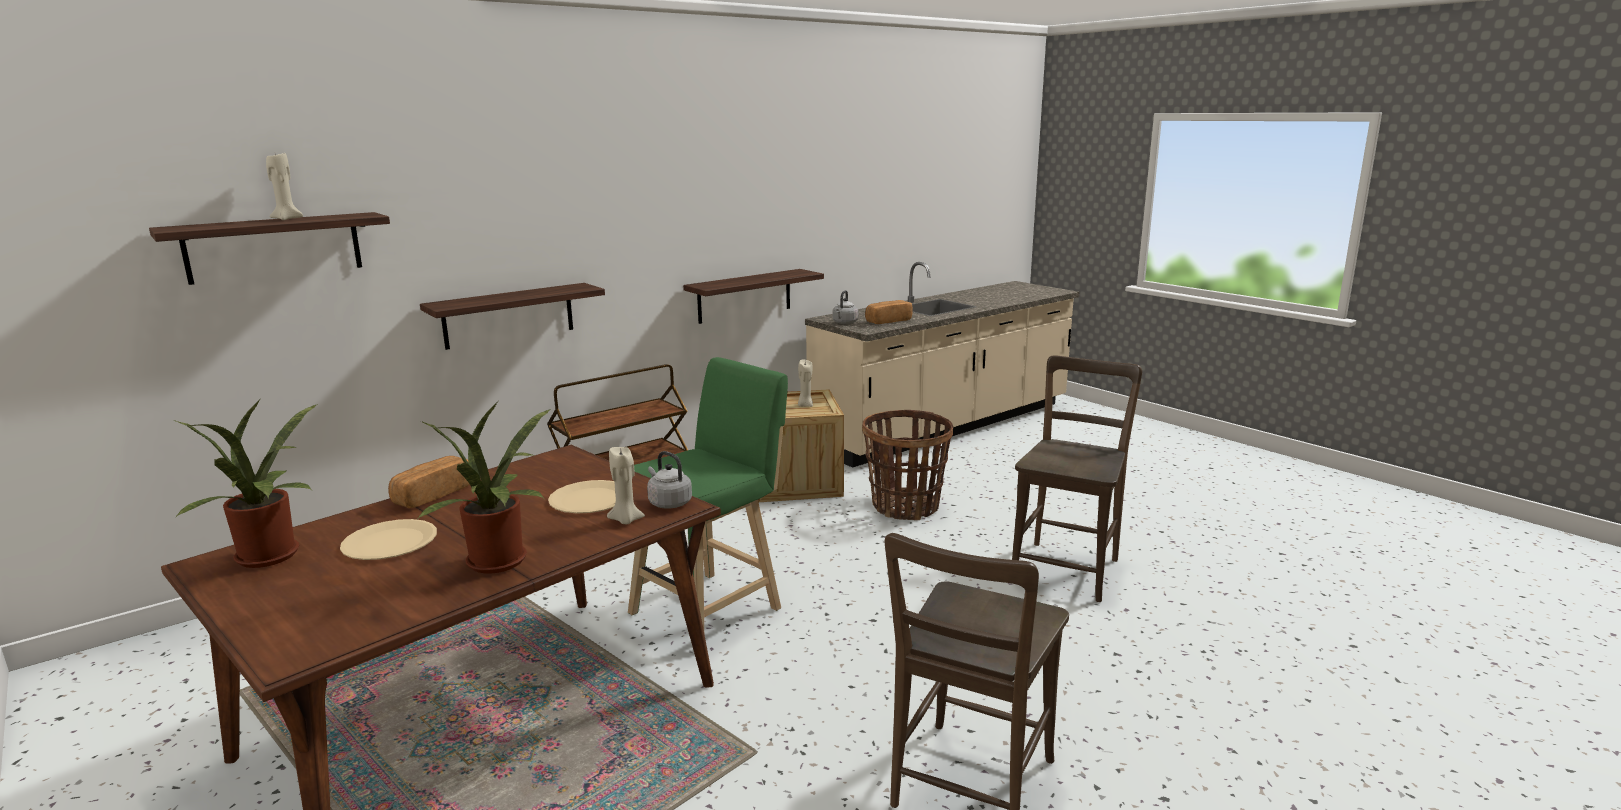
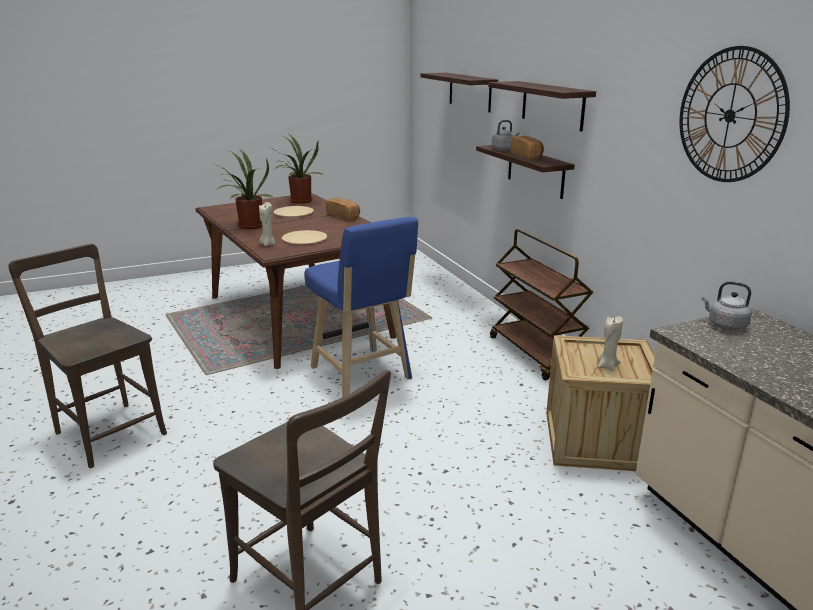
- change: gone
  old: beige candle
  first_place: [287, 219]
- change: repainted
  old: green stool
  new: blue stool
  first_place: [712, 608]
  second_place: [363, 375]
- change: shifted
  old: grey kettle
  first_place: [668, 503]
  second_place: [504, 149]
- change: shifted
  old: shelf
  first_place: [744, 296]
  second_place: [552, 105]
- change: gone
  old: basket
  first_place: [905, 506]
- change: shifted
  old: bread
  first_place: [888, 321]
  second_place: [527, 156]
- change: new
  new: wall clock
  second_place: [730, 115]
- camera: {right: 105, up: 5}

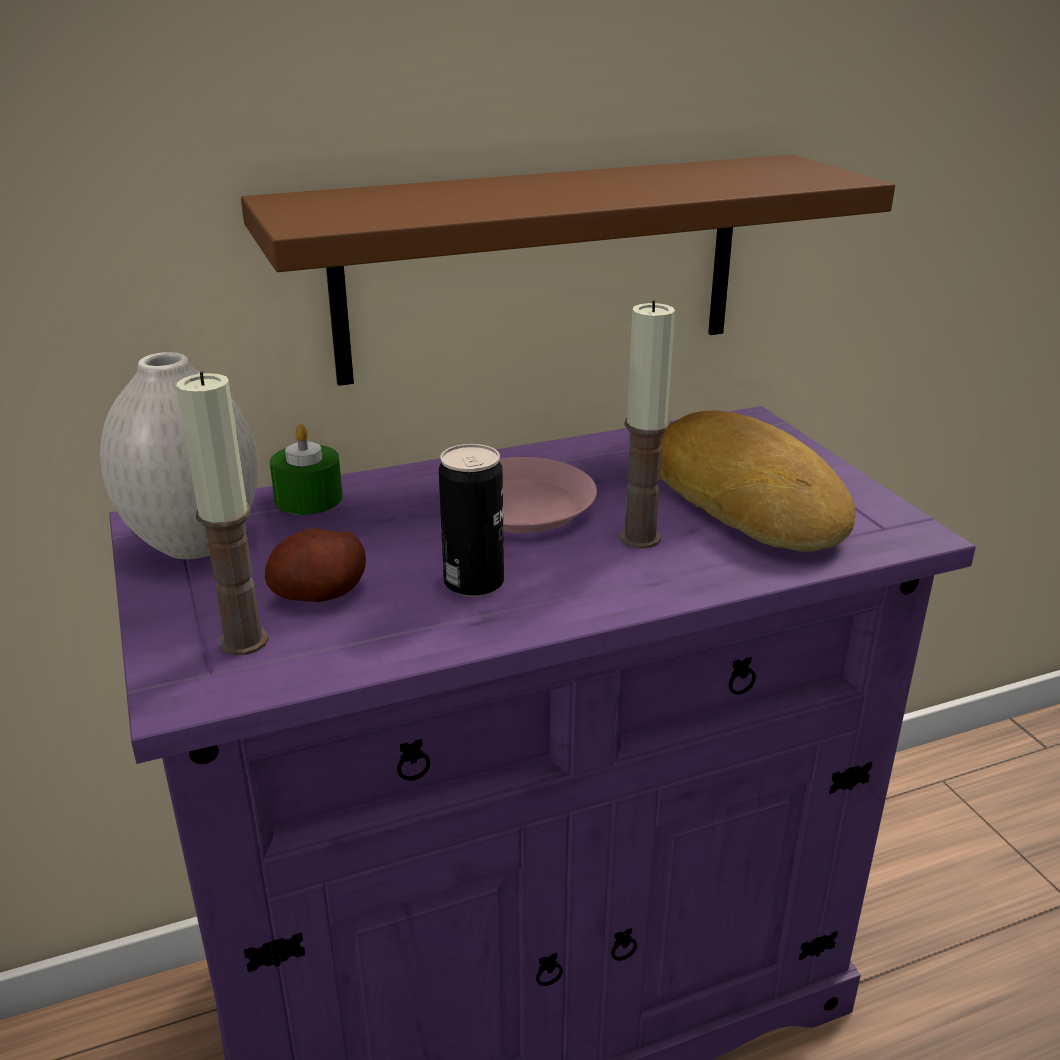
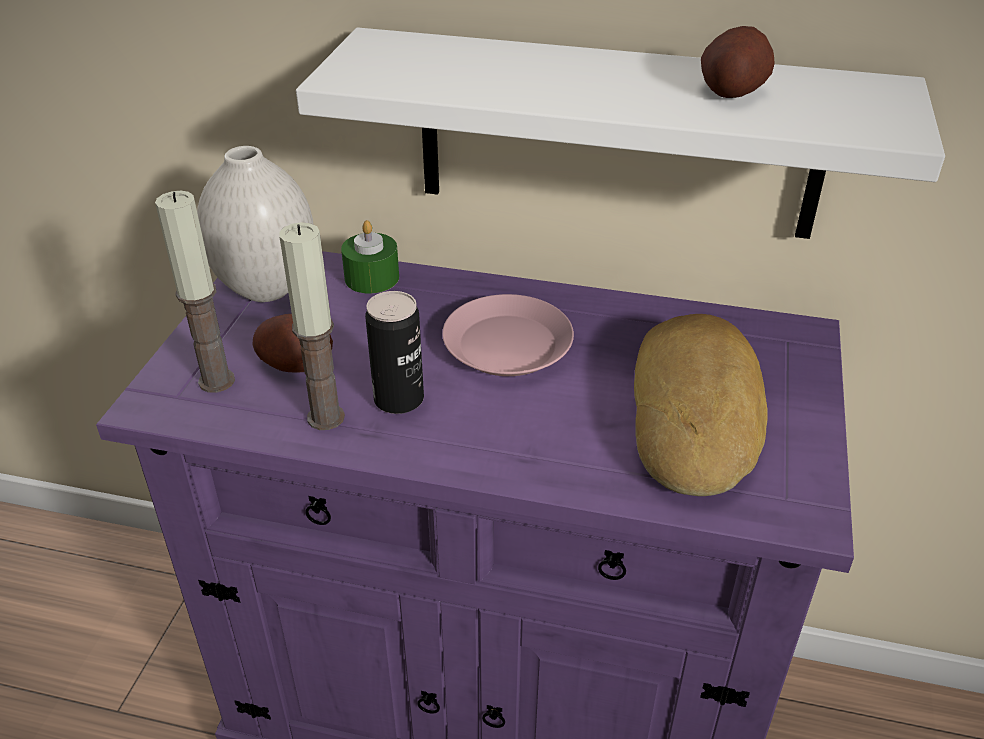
- change: repainted
  old: brown shelf
  new: white shelf
  first_place: [541, 268]
  second_place: [617, 136]
- change: shifted
  old: candle
  first_place: [640, 538]
  second_place: [325, 417]
- change: new
  new: potato
  second_place: [732, 90]
- camera: {right: 35, up: 10}

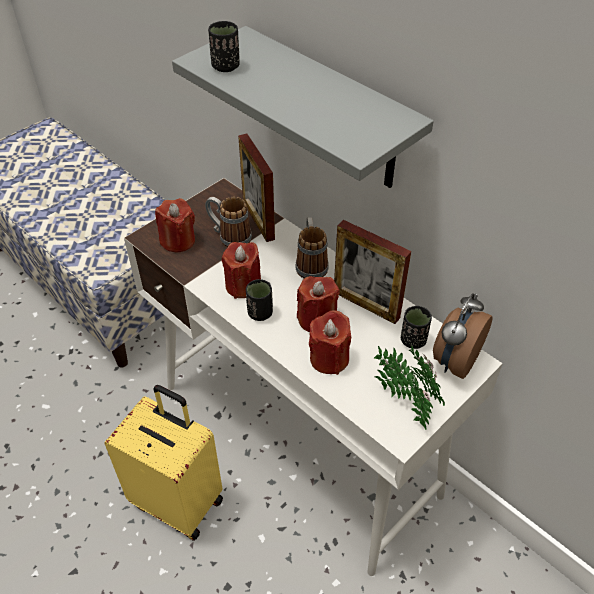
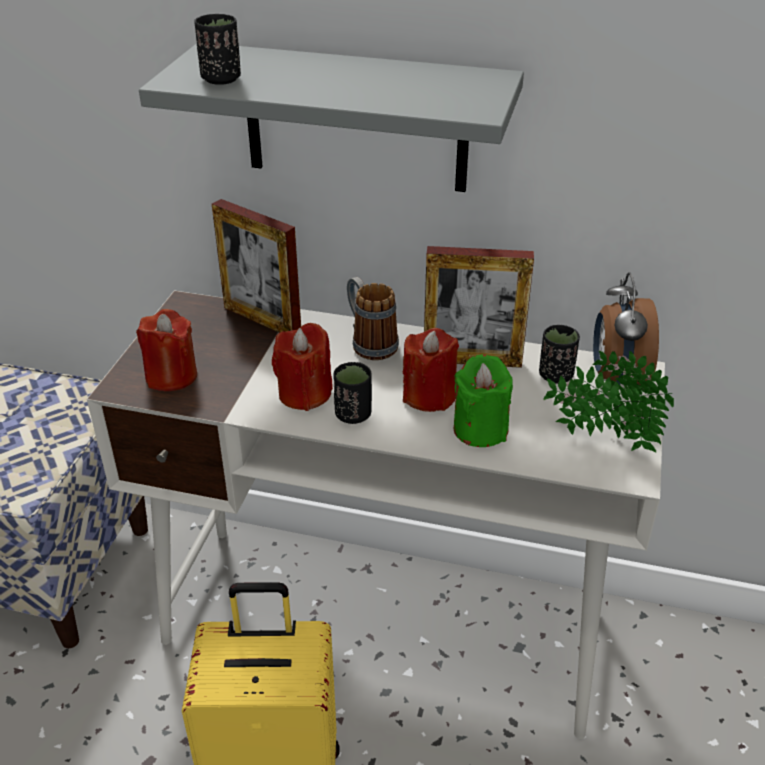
- change: gone
  old: mug
  first_place: [229, 236]
- change: repainted
  old: red candle
  new: green candle
  first_place: [329, 358]
  second_place: [480, 429]
- camera: {right: -30, up: -10}

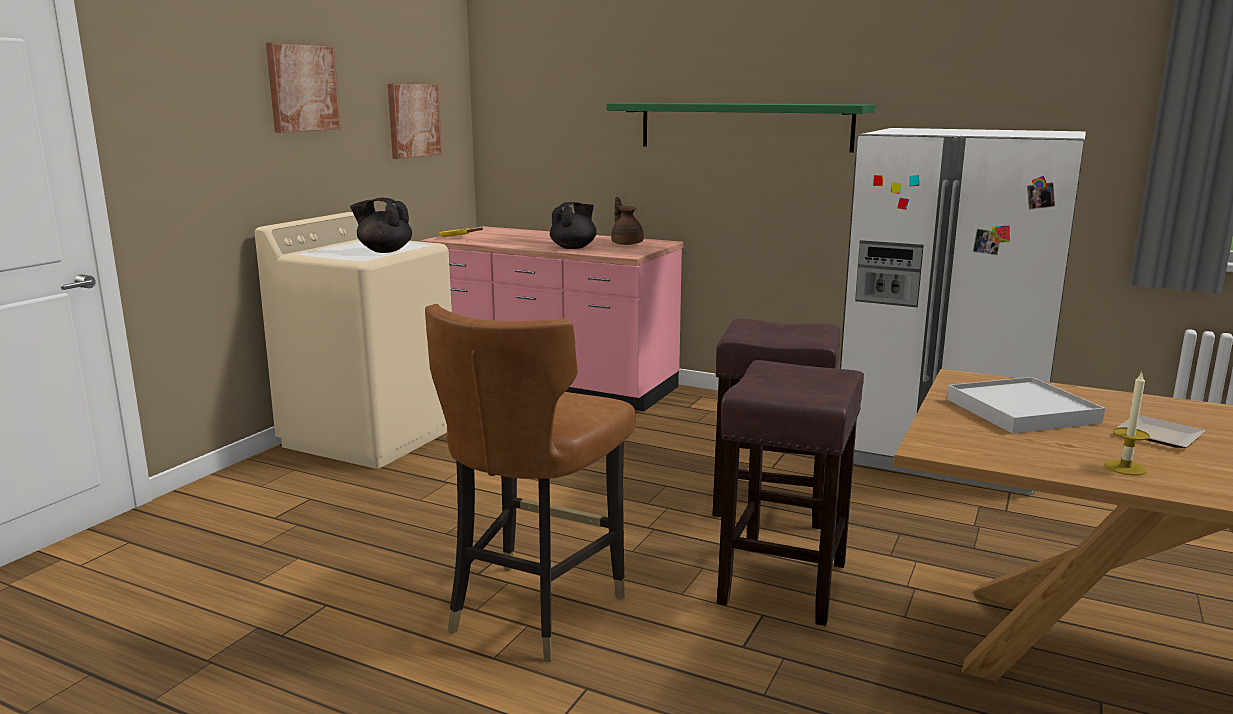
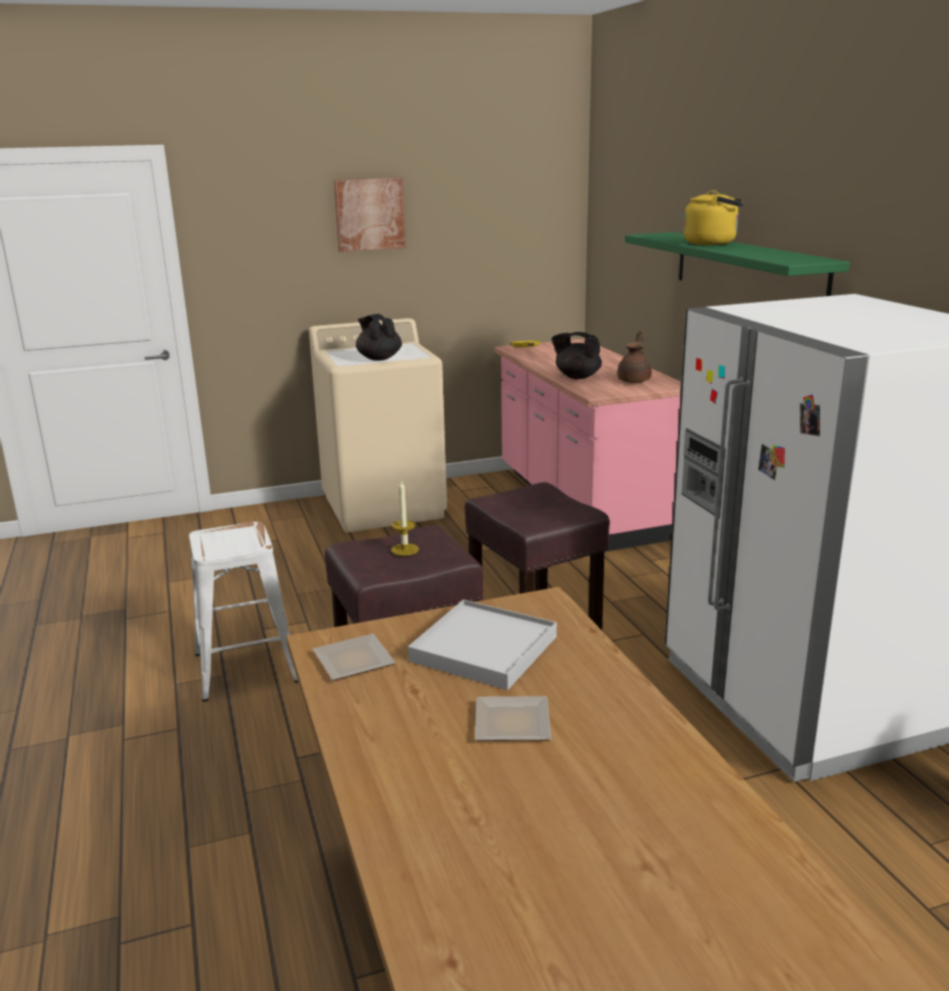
- change: gone
  old: picture
  first_place: [413, 120]
- change: swapped
  old: brown chair
  new: white stool
  first_place: [534, 610]
  second_place: [245, 667]
- change: rotated
  old: black teapot
  first_place: [574, 247]
  second_place: [577, 377]
  degrees: -150
- change: shifted
  old: candle
  first_place: [1125, 467]
  second_place: [405, 549]
- change: new
  new: plate
  second_place: [352, 662]
- change: new
  new: yellow kettle
  second_place: [713, 243]
- camera: {right: 45, up: 5}

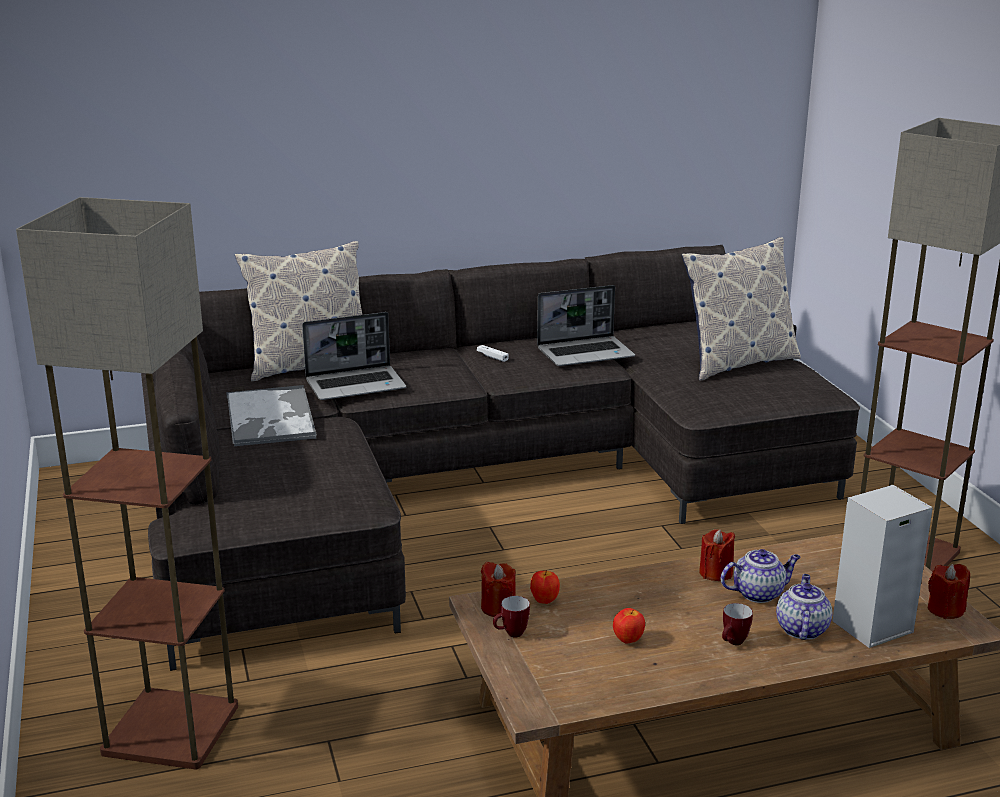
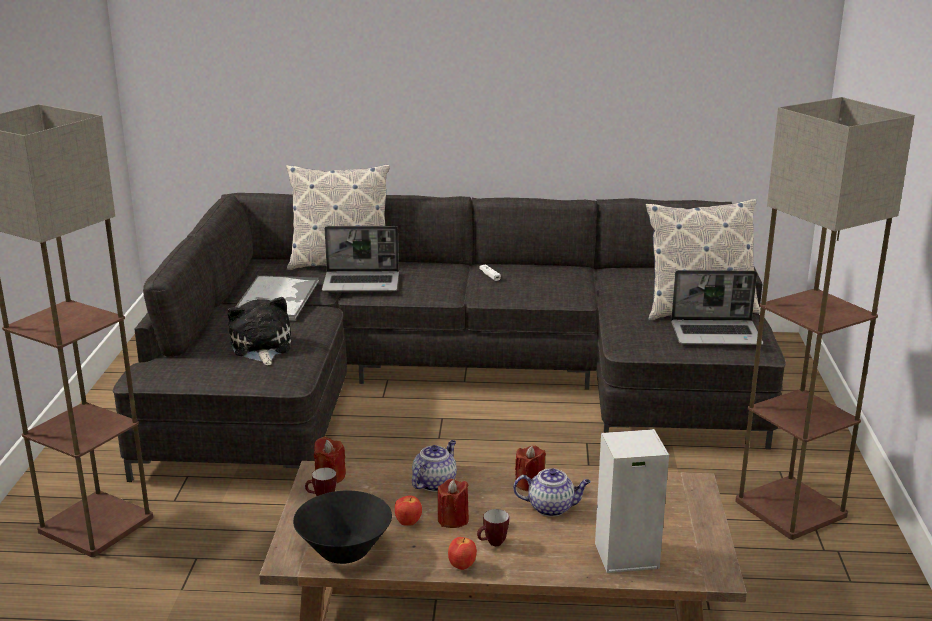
- change: shifted
  old: apple
  first_place: [544, 601]
  second_place: [461, 566]
- change: shifted
  old: laptop
  first_place: [586, 353]
  second_place: [717, 334]
- change: shifted
  old: teapot
  first_place: [801, 629]
  second_place: [434, 483]
- change: shifted
  old: red candle
  first_place: [945, 609]
  second_place: [453, 519]
- change: new
  new: plush toy
  second_place: [261, 347]
- change: new
  new: black bowl
  second_place: [344, 551]
- camera: {right: 20, up: 0}

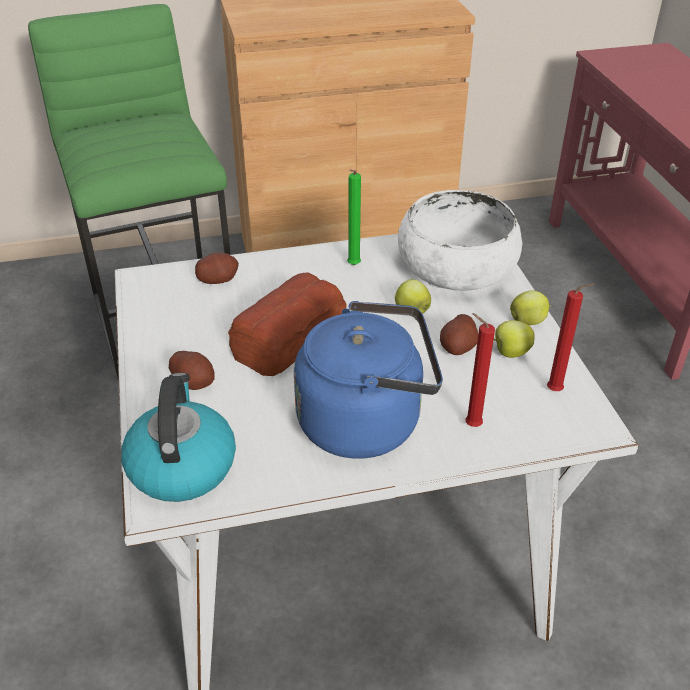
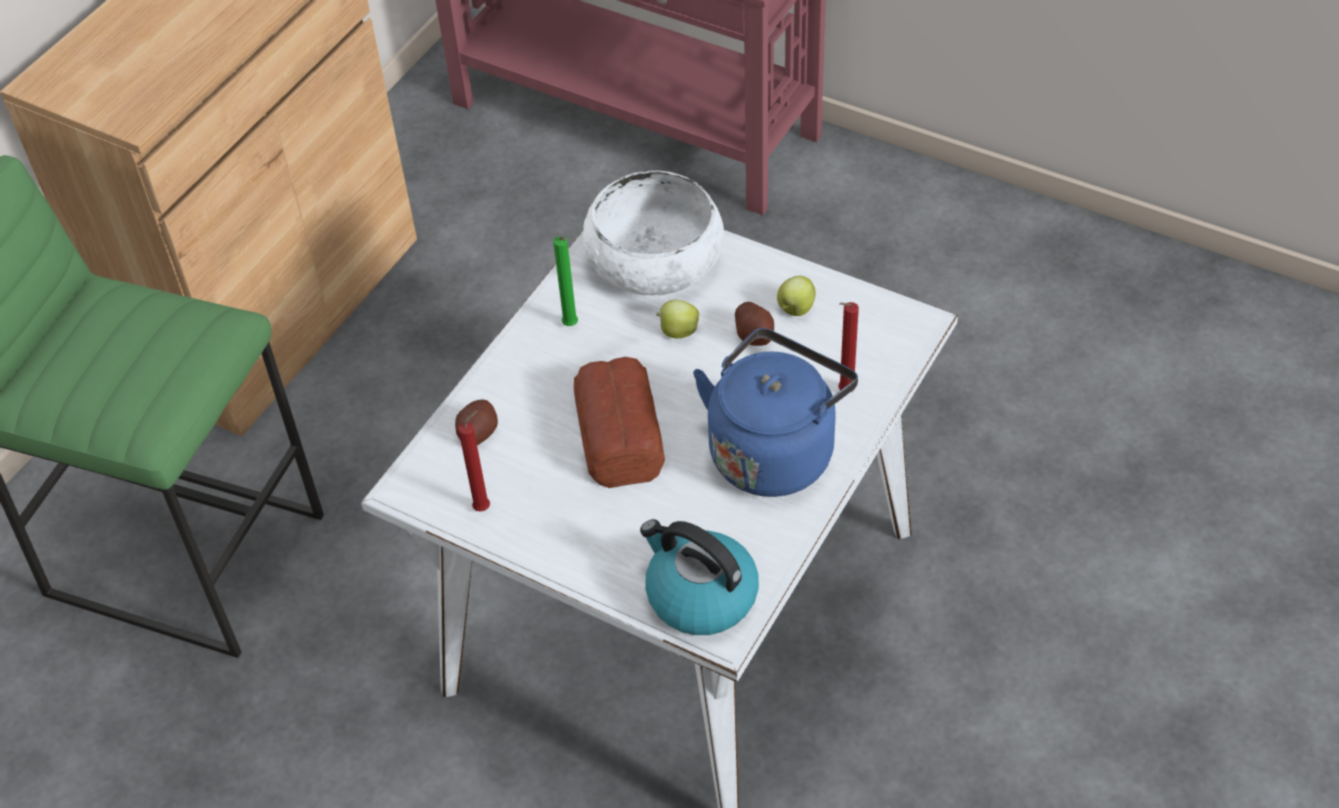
- change: gone
  old: potato
  first_place: [194, 381]
- change: gone
  old: apple
  first_place: [528, 321]
- change: shifted
  old: red candle
  first_place: [557, 391]
  second_place: [484, 507]
- camera: {right: -45, up: 10}

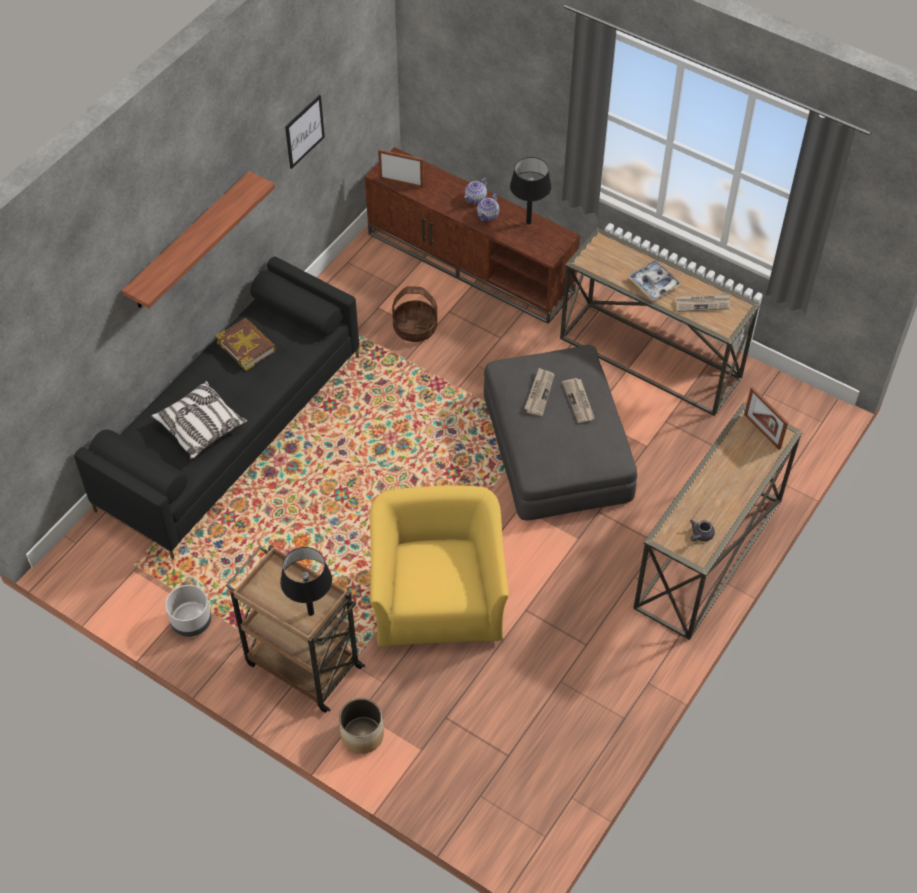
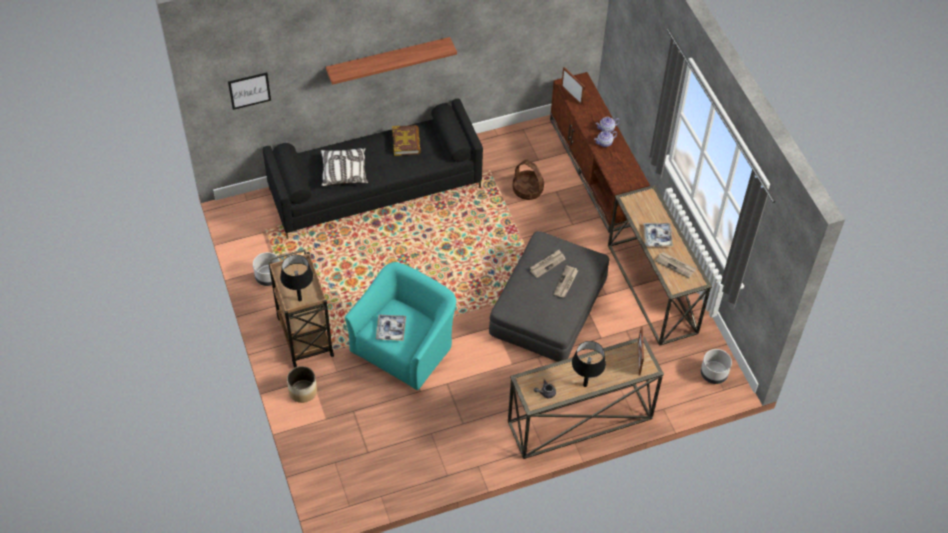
- change: shifted
  old: picture
  first_place: [304, 131]
  second_place: [249, 90]
- change: repainted
  old: yellow armchair
  new: turquoise armchair
  first_place: [438, 599]
  second_place: [404, 347]
- change: shifted
  old: black table lamp
  first_place: [528, 222]
  second_place: [585, 385]
- change: new
  new: tray
  second_place: [391, 329]
- change: new
  new: grey planter
  second_place: [713, 374]
- camera: {right: 35, up: 0}

